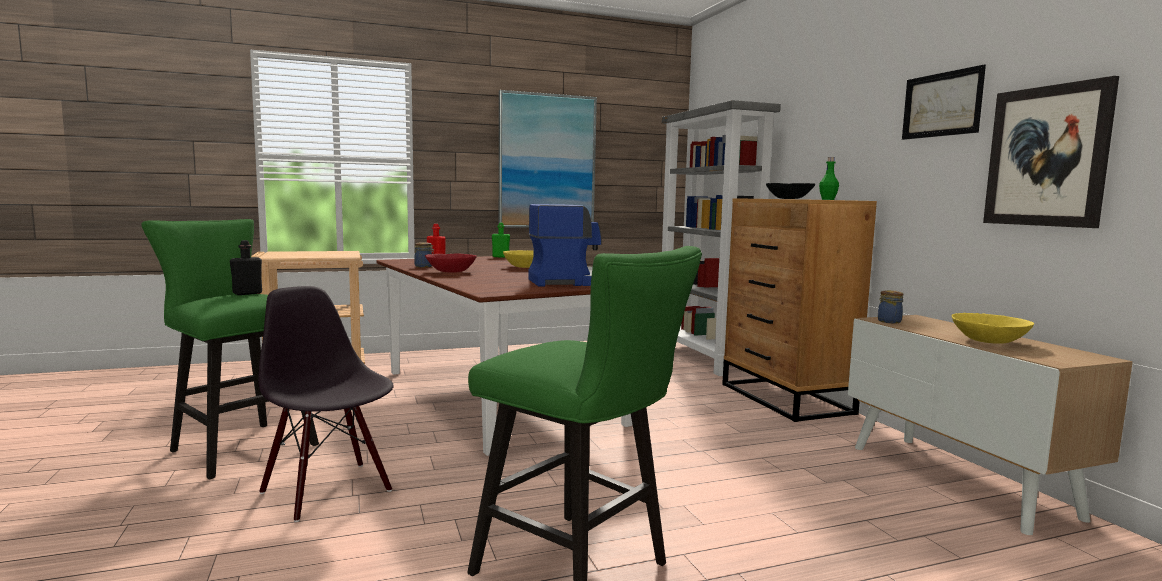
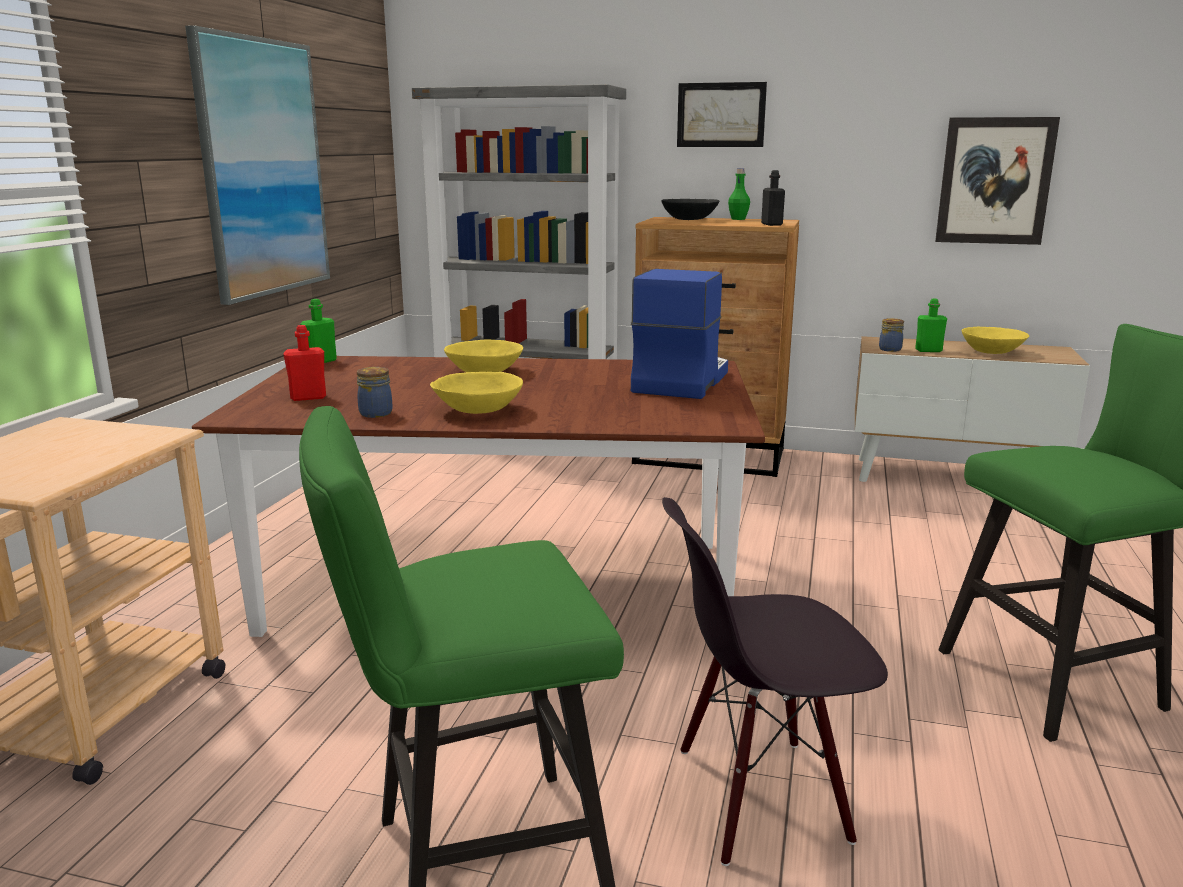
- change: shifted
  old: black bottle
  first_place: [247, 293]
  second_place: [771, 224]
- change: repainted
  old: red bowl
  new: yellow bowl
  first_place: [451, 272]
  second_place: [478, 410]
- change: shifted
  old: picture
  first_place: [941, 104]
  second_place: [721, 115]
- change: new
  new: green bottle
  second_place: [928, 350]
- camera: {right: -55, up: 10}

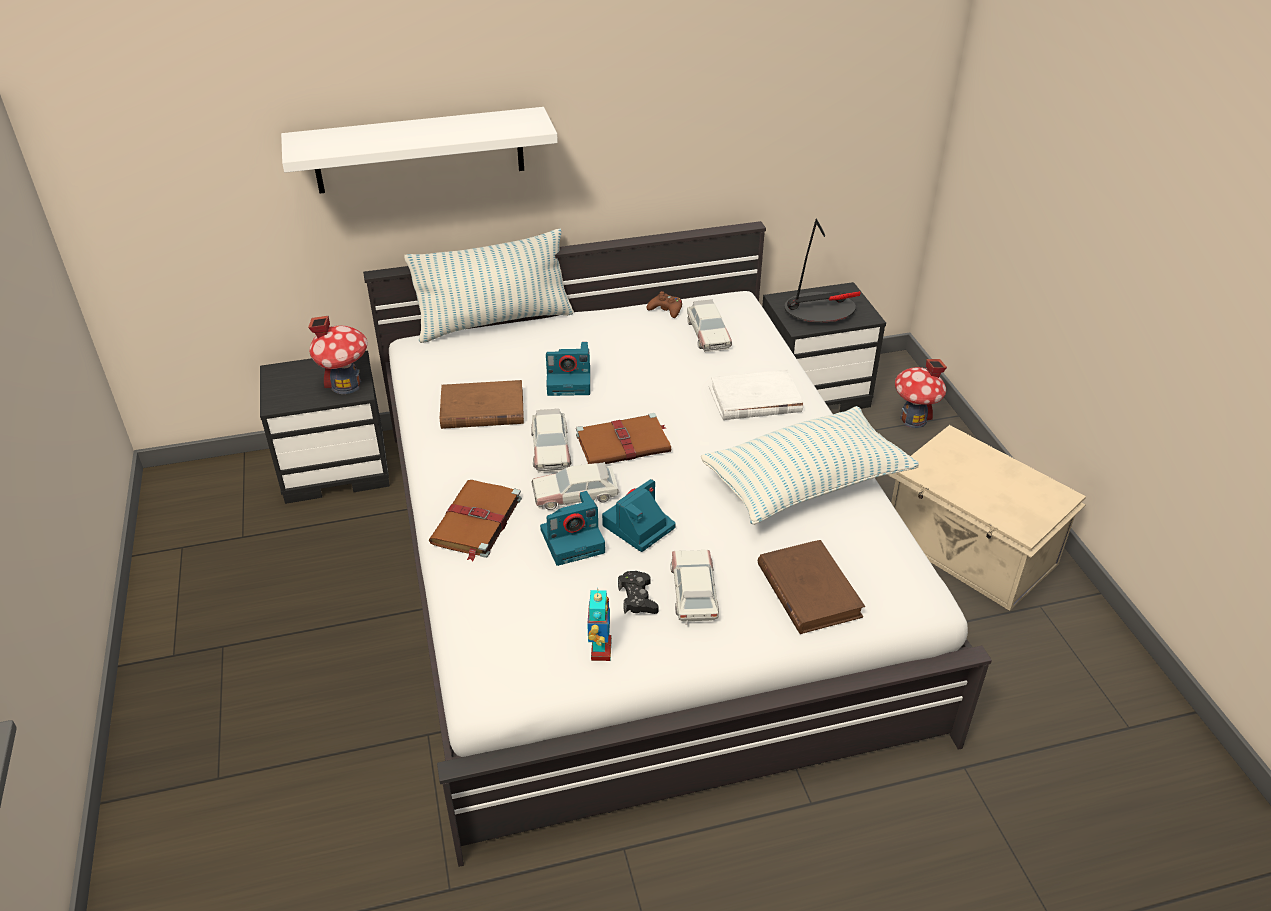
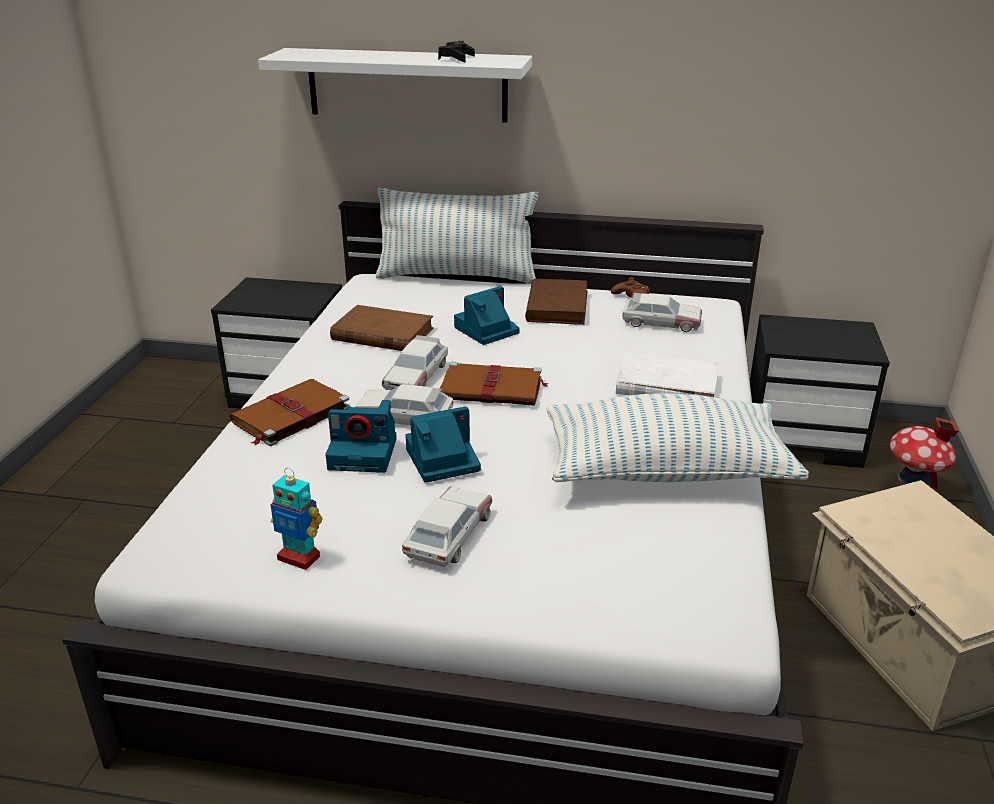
- change: gone
  old: toy house
  first_place: [346, 385]
- change: rotated
  old: photo camera
  first_place: [570, 381]
  second_place: [485, 331]
  degrees: 120
- change: rotated
  old: toy robot
  first_place: [600, 649]
  second_place: [299, 557]
  degrees: 90
- change: shifted
  old: black game controller
  first_place: [637, 598]
  second_place: [456, 58]
- change: rotated
  old: toy car
  first_place: [708, 333]
  second_place: [660, 322]
  degrees: -90
- change: shifted
  old: brown book
  first_place: [808, 590]
  second_place: [557, 306]
- change: gone
  old: table lamp
  first_place: [819, 310]
- camera: {right: 25, up: -10}

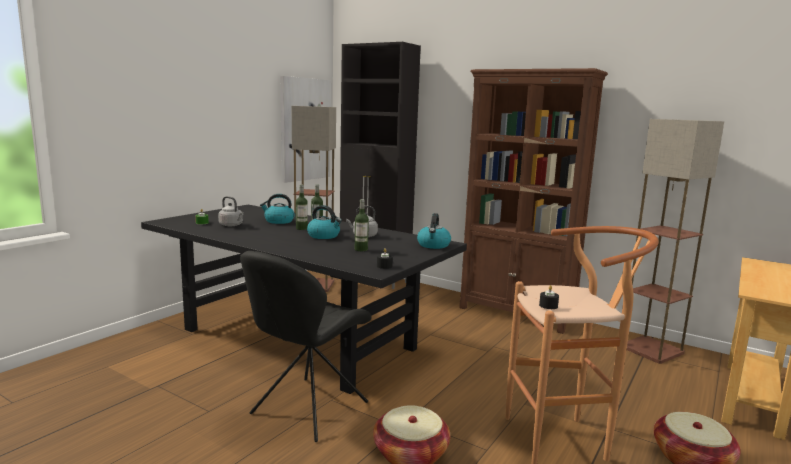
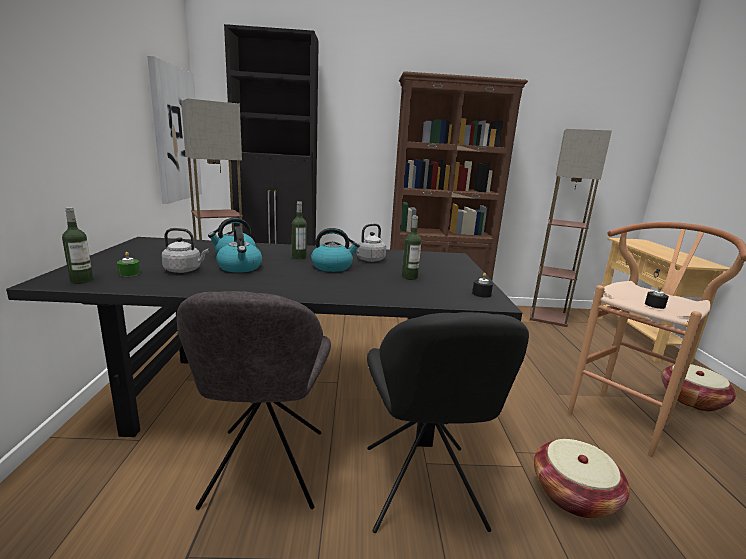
- change: shifted
  old: bottle
  first_place: [301, 228]
  second_place: [81, 280]
- change: shifted
  old: kettle
  first_place: [433, 245]
  second_place: [240, 267]
- change: new
  new: grey chair
  second_place: [264, 471]
- camera: {right: -35, up: 5}

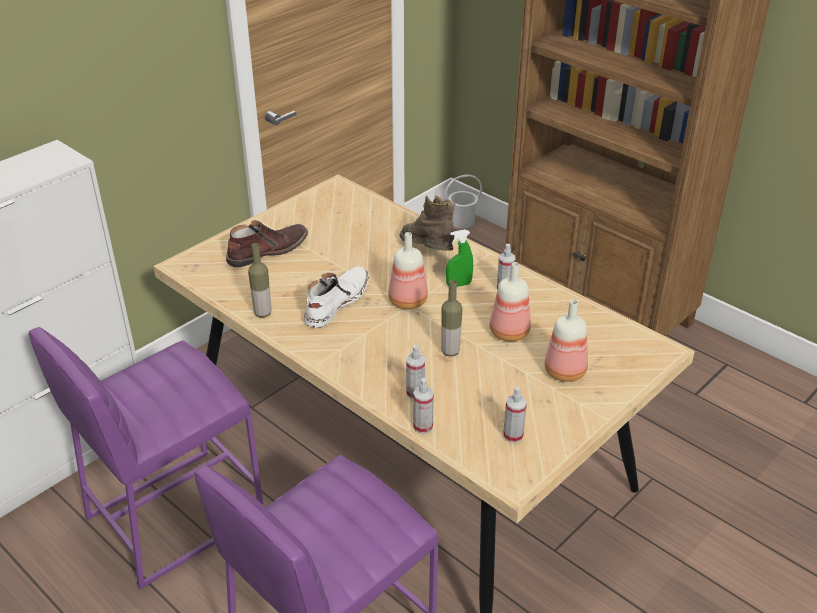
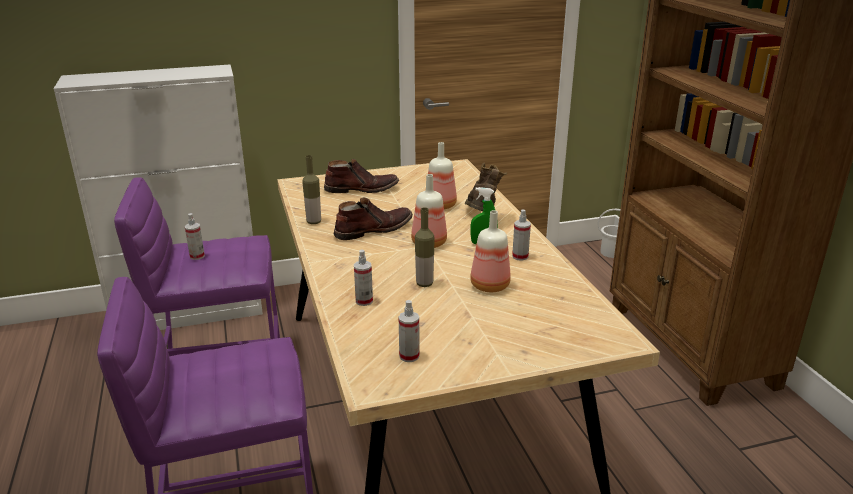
- change: repainted
  old: white boot
  new: brown boot
  first_place: [336, 302]
  second_place: [373, 229]
- change: shifted
  old: spray bottle
  first_place: [423, 426]
  second_place: [197, 256]
- change: shifted
  old: bottle
  first_place: [566, 371]
  second_place: [441, 206]
- camera: {right: 30, up: -10}

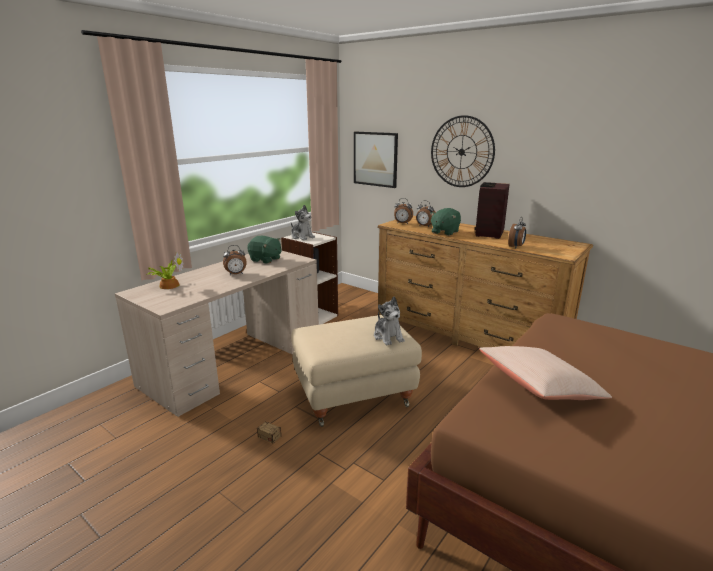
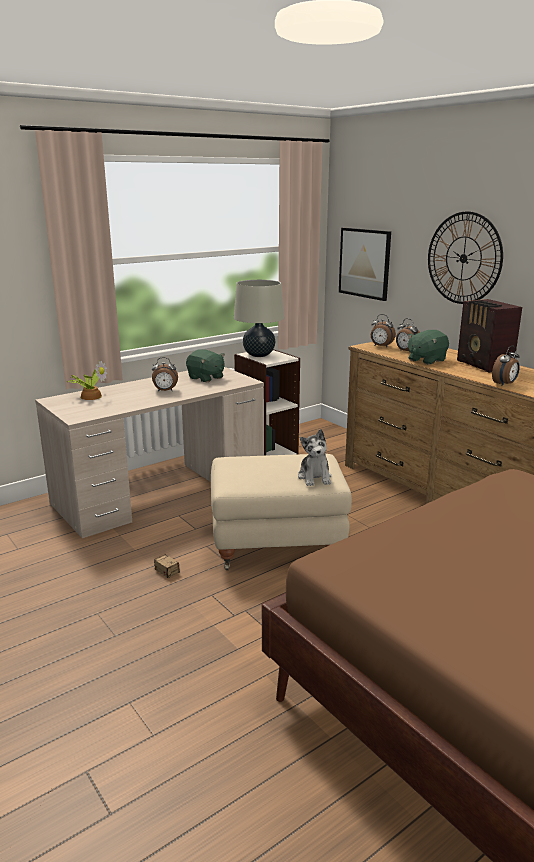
- change: swapped
  old: plush toy
  new: beige table lamp
  first_place: [302, 237]
  second_place: [259, 355]
- change: rotated
  old: radio
  first_place: [489, 233]
  second_place: [484, 365]
  degrees: -60
- change: gone
  old: beige pillow
  first_place: [539, 388]
- camera: {right: 15, up: 0}

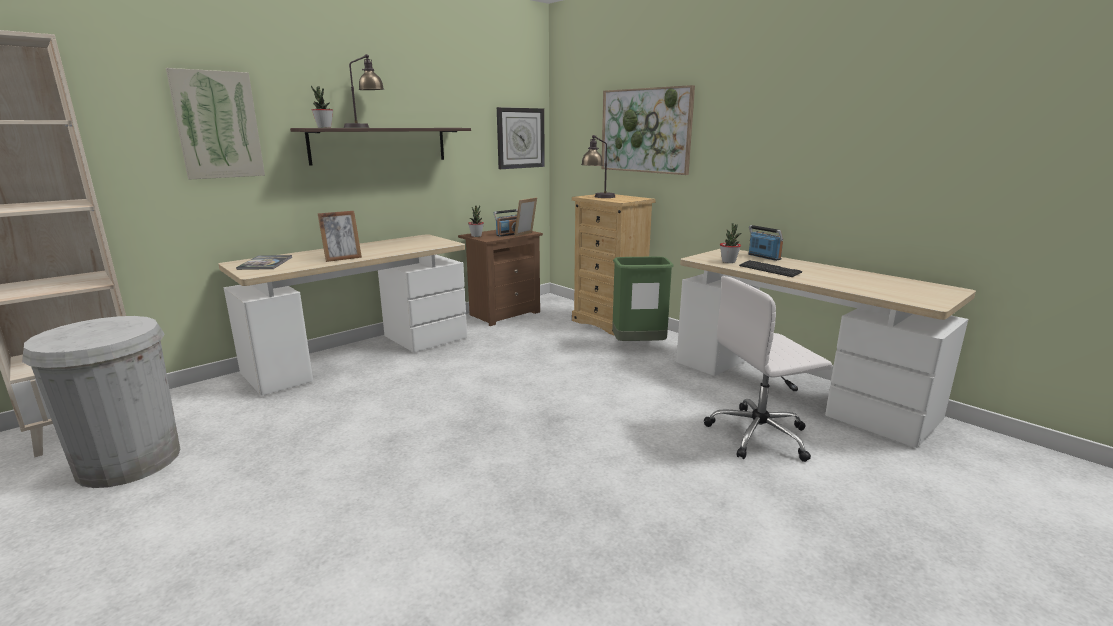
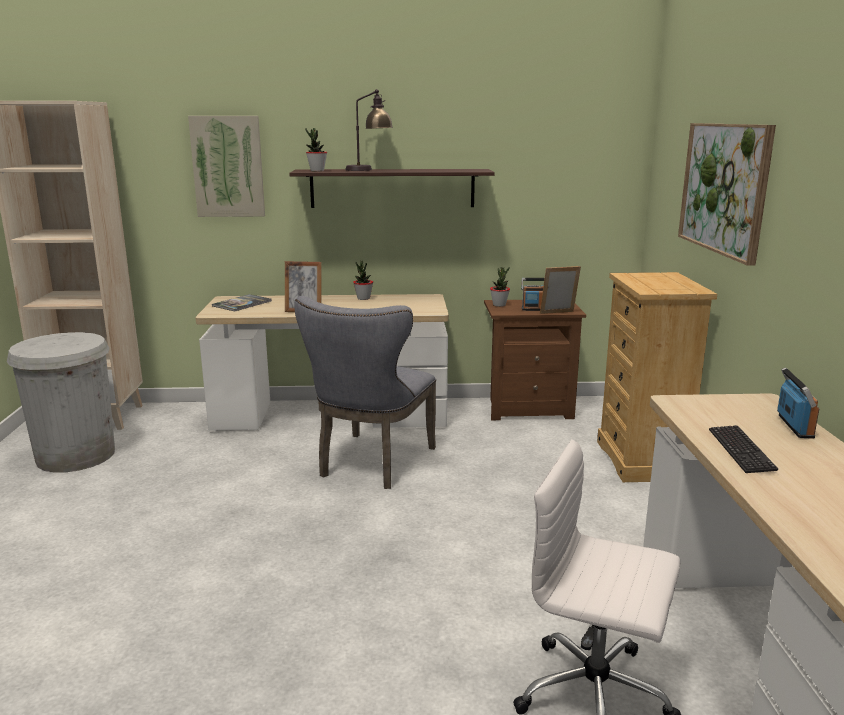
- change: gone
  old: wall clock
  first_place: [520, 138]
- change: gone
  old: table lamp
  first_place: [598, 197]
- change: gone
  old: green trash can
  first_place: [638, 347]
- change: shifted
  old: potted plant
  first_place: [728, 262]
  second_place: [363, 298]
- change: new
  new: grey chair
  second_place: [372, 464]
- camera: {right: 40, up: 0}

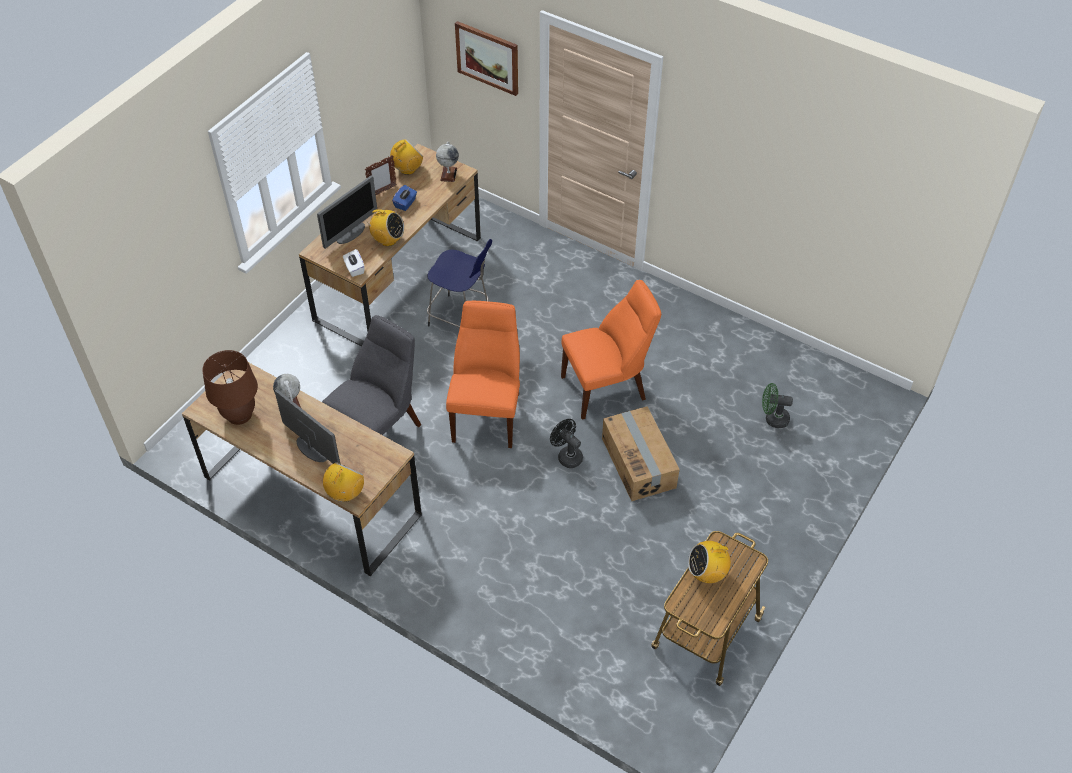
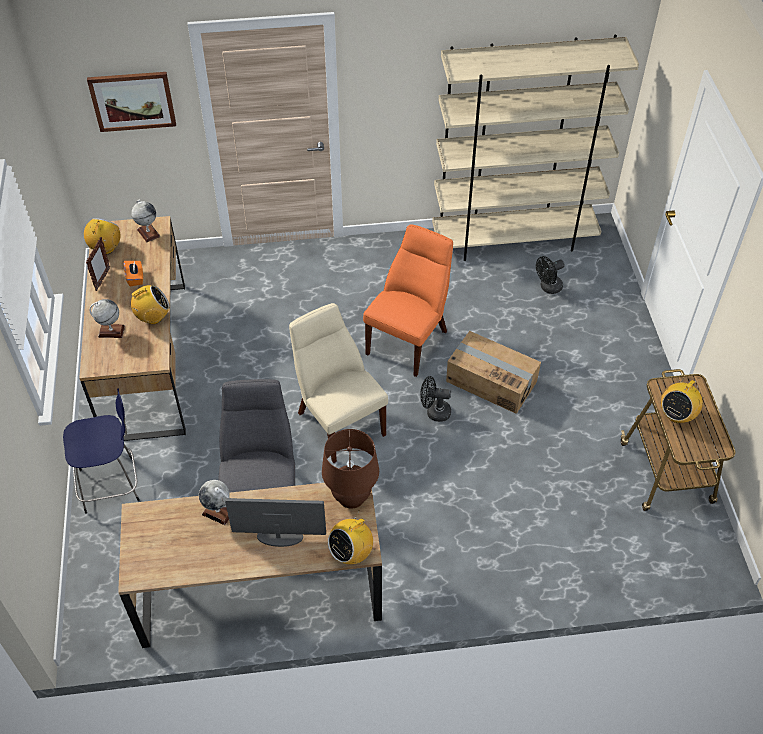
- change: shifted
  old: brown table lamp
  first_place: [239, 414]
  second_place: [351, 496]
- change: swapped
  old: monitor
  new: globe
  first_place: [351, 233]
  second_place: [111, 331]
- change: rotated
  old: radio
  first_place: [345, 494]
  second_place: [351, 553]
  degrees: -120
- change: gone
  old: white tissue box
  first_place: [354, 269]
- change: repainted
  old: blue tissue box
  new: orange tissue box
  first_place: [405, 204]
  second_place: [135, 278]
- change: shifted
  old: blue stool
  first_place: [461, 318]
  second_place: [112, 484]
- change: repainted
  old: orange chair
  new: beige chair
  first_place: [487, 414]
  second_place: [338, 421]
- change: repainted
  old: green fan
  new: black fan
  first_place: [772, 419]
  second_place: [548, 288]
- change: new
  new: beige bookcase
  second_place: [514, 240]
- camera: {right: -40, up: 0}

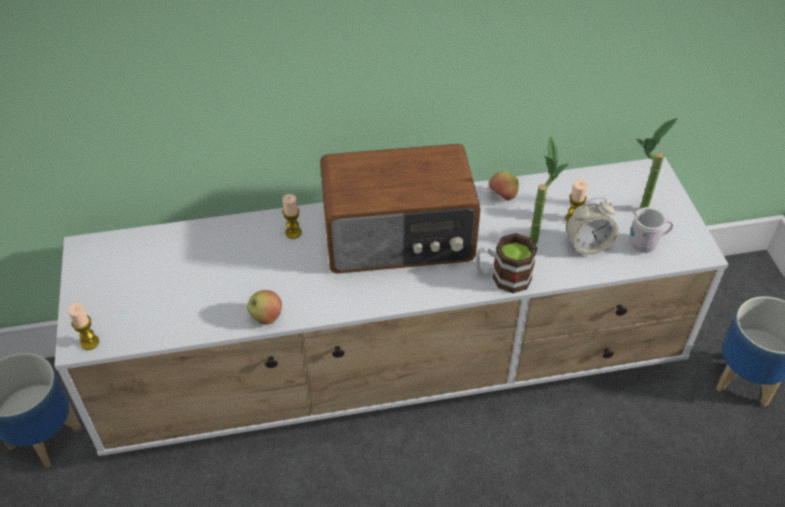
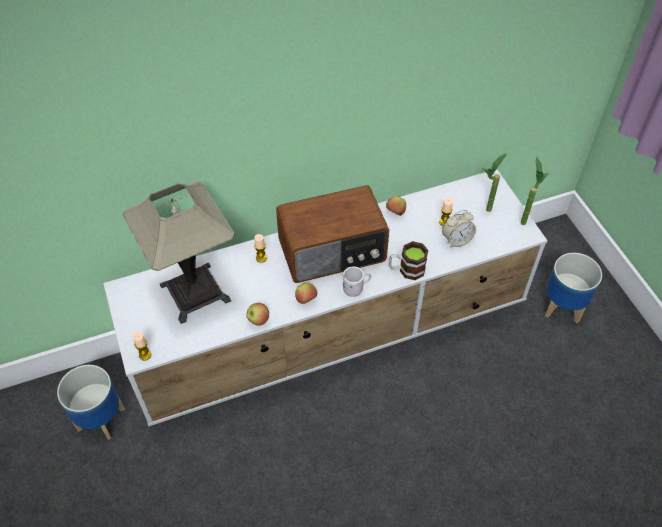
- change: shifted
  old: potted plant
  first_place: [536, 236]
  second_place: [523, 218]
- change: shifted
  old: white mug
  first_place: [646, 243]
  second_place: [356, 289]
- change: new
  new: table lamp
  second_place: [195, 292]
- change: new
  new: apple
  second_place: [306, 299]
- camera: {right: -10, up: 5}

